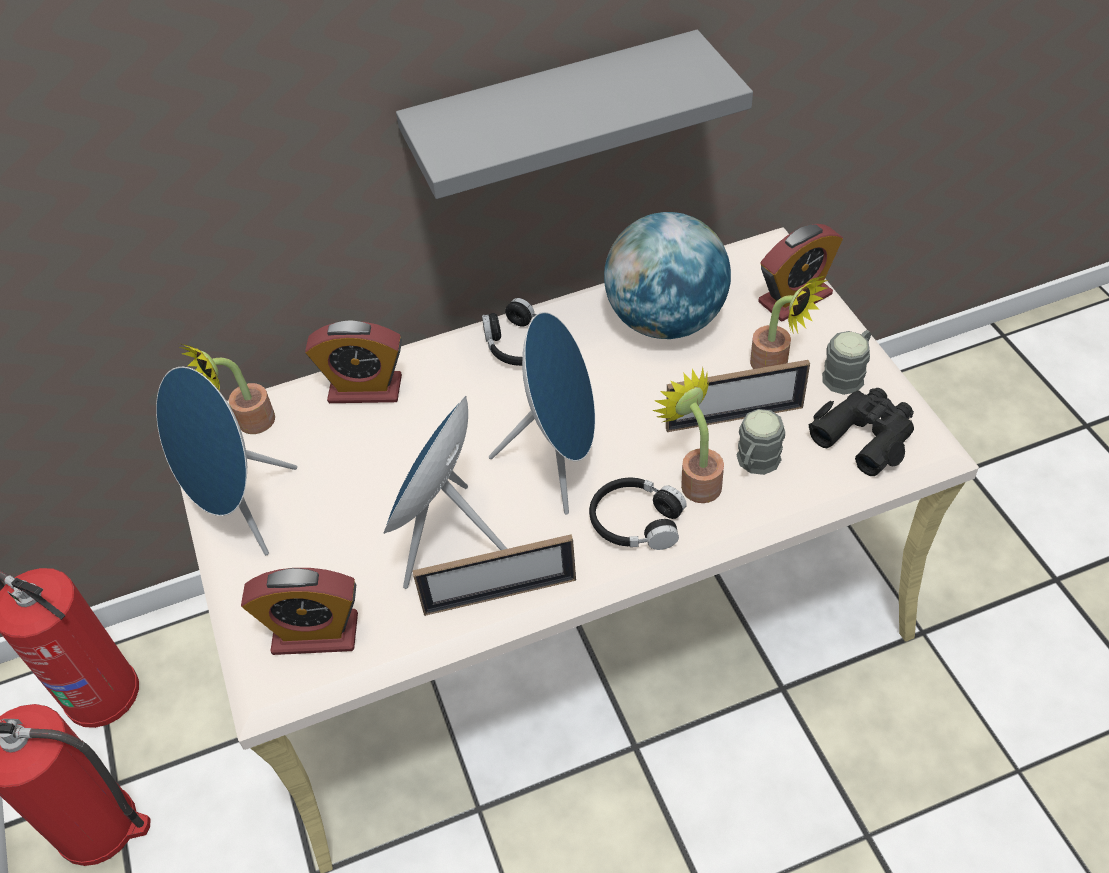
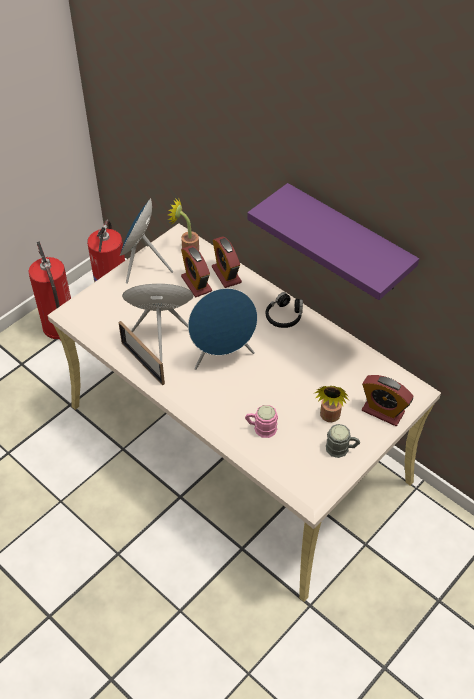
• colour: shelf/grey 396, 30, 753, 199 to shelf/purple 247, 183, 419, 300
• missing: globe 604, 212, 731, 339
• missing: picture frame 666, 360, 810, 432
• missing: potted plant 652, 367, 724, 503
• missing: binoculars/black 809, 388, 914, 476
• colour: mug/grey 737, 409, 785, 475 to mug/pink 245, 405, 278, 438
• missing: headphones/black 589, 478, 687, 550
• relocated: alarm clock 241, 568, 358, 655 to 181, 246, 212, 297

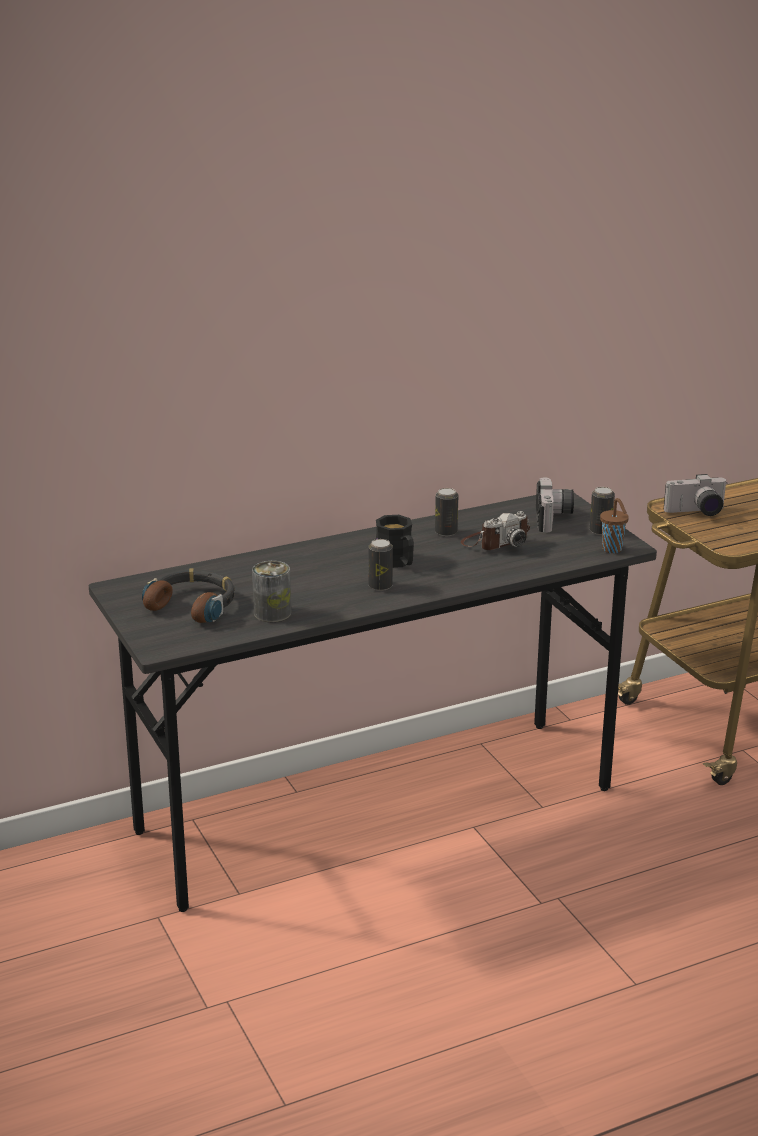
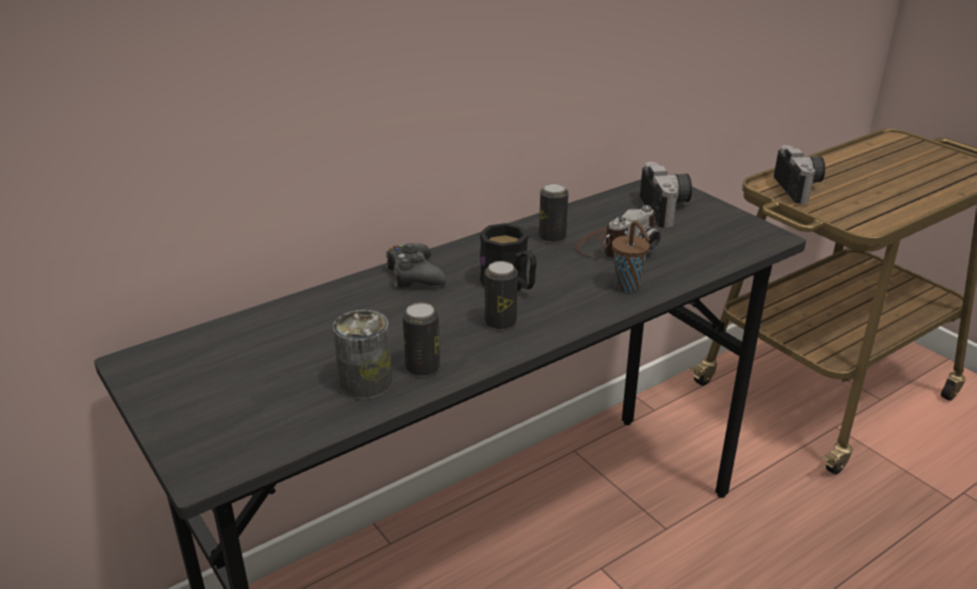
• spun: photo camera 664, 474, 728, 516 = 774, 145, 825, 204 75 degrees counterclockwise
• relocated: can 590, 487, 615, 535 to 403, 303, 440, 376
• relocated: cup/brown 600, 498, 629, 553 to 612, 221, 650, 293
• missing: headphones 142, 569, 235, 623
• appeared: game controller/black 385, 243, 446, 289

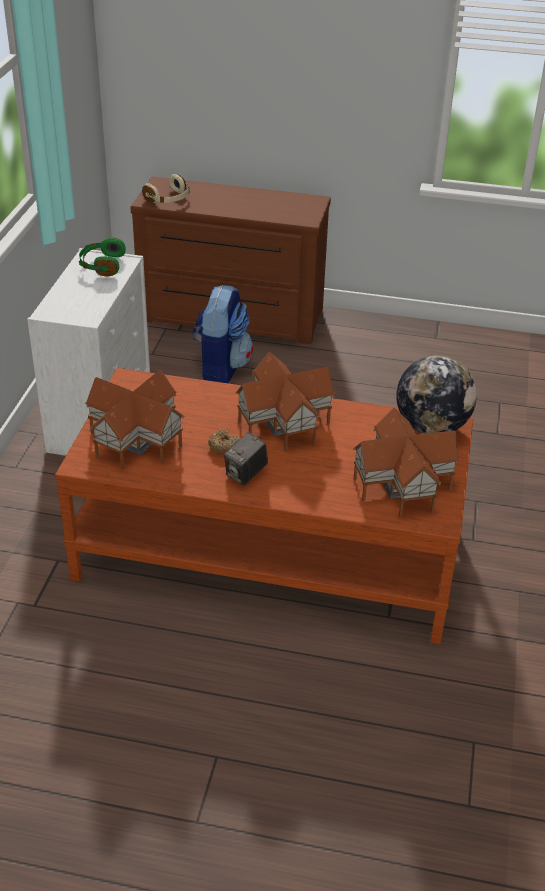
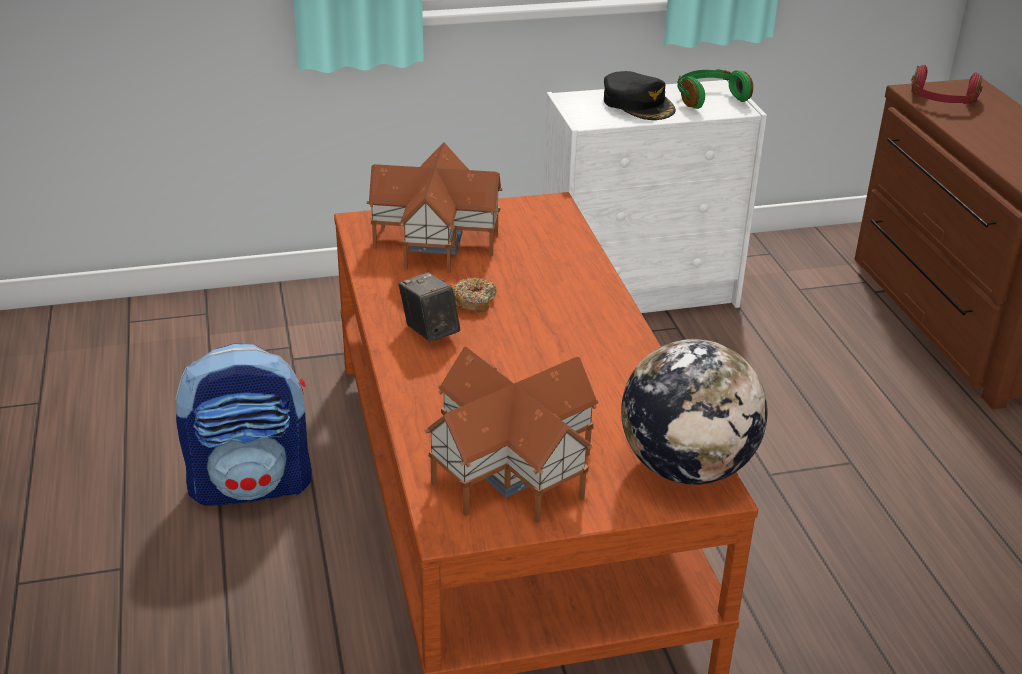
• colour: headphones/beige 142, 174, 190, 203 to headphones/red 911, 65, 983, 104
• relocated: backpack 193, 285, 253, 383 to 175, 344, 311, 506
• missing: toy house 235, 352, 335, 452
• spun: photo camera 224, 432, 268, 486 = 398, 272, 460, 342 45 degrees clockwise
• appeared: cap/black 604, 71, 676, 120

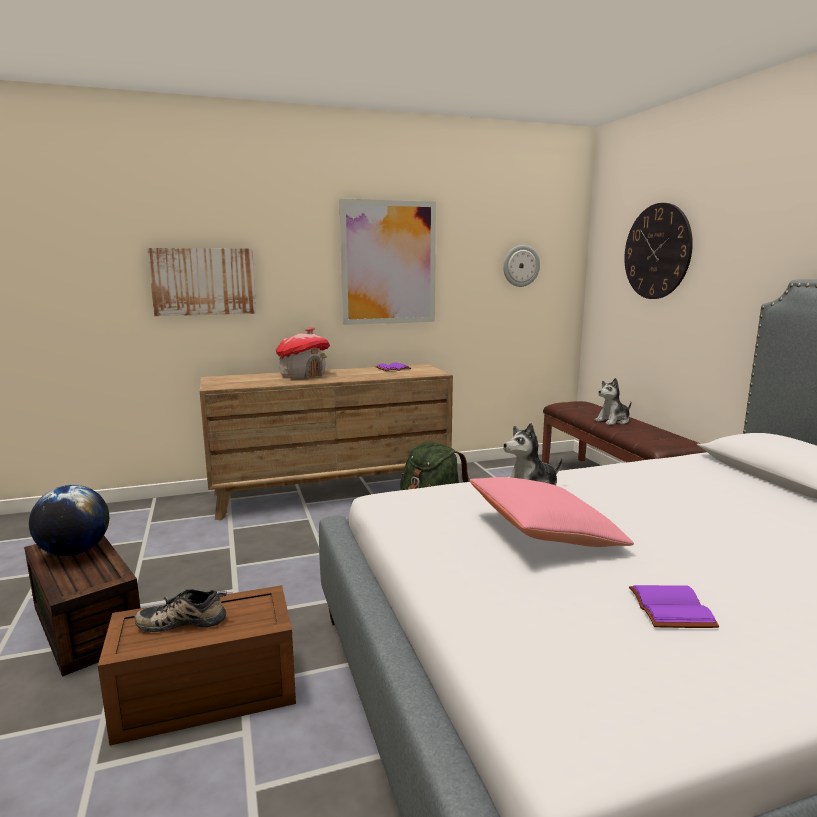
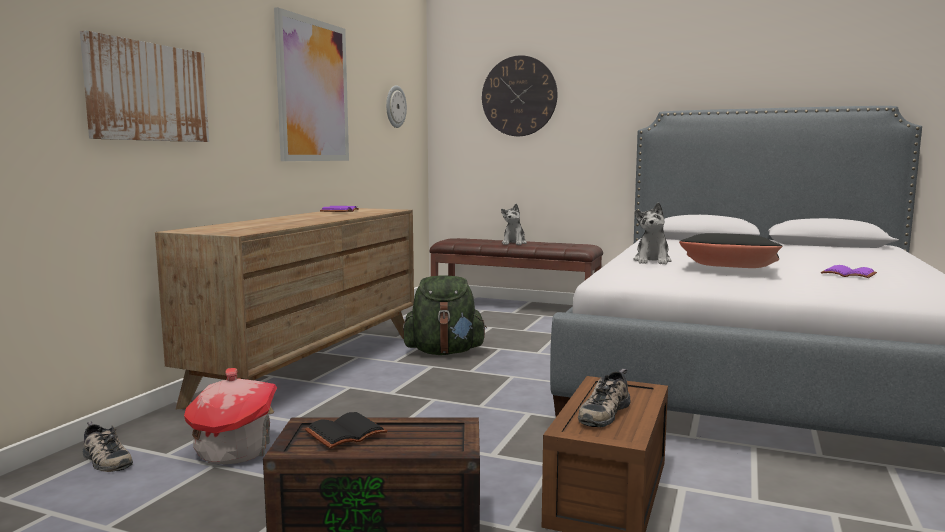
• relocated: toy house 276, 327, 330, 379 to 184, 368, 277, 464
• colour: pillow/pink 470, 477, 634, 547 to pillow/black 679, 233, 782, 268
• exchanged: globe 29, 485, 109, 556 to book/black 305, 412, 388, 449
• appeared: shoe 83, 421, 133, 472

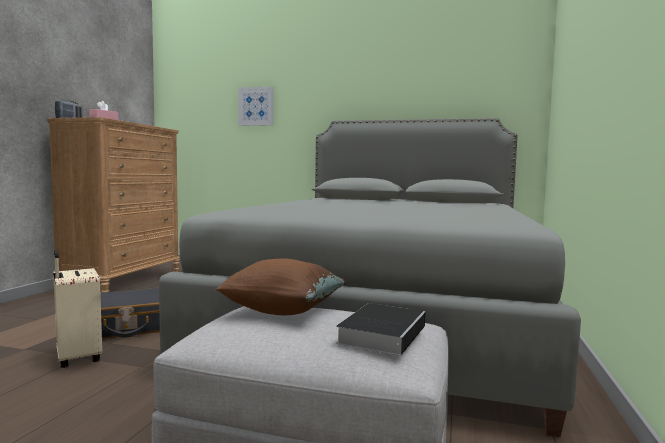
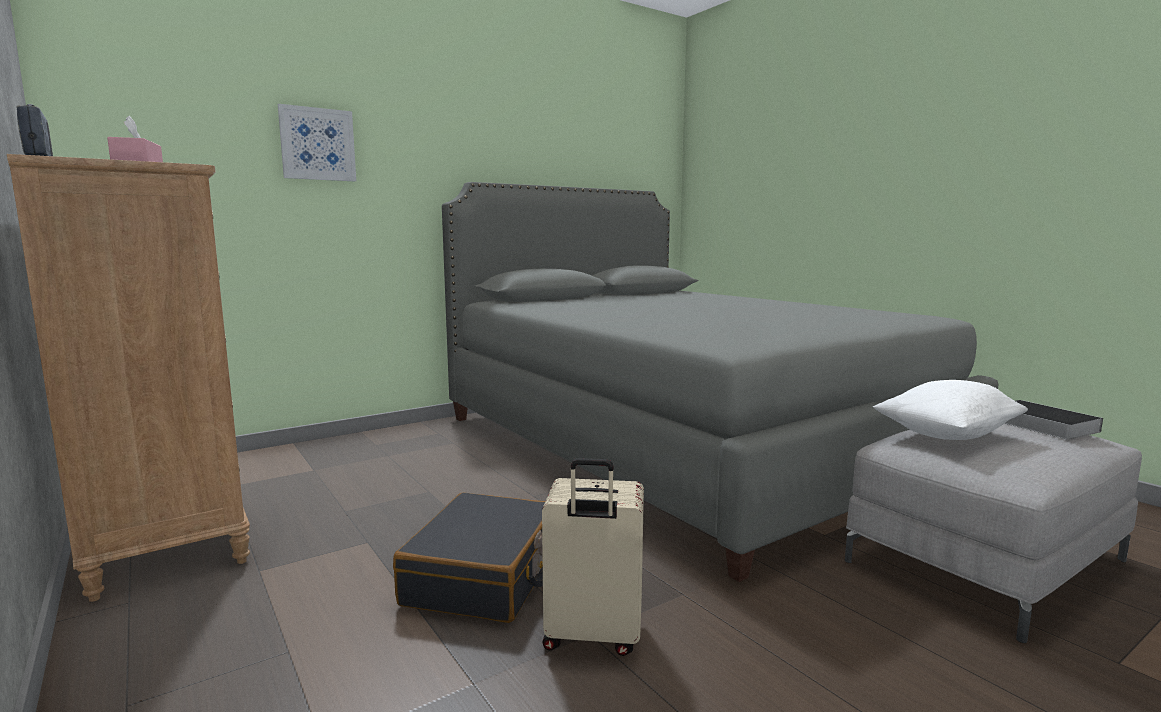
• colour: pillow/brown 215, 259, 346, 315 to pillow/white 873, 380, 1028, 440

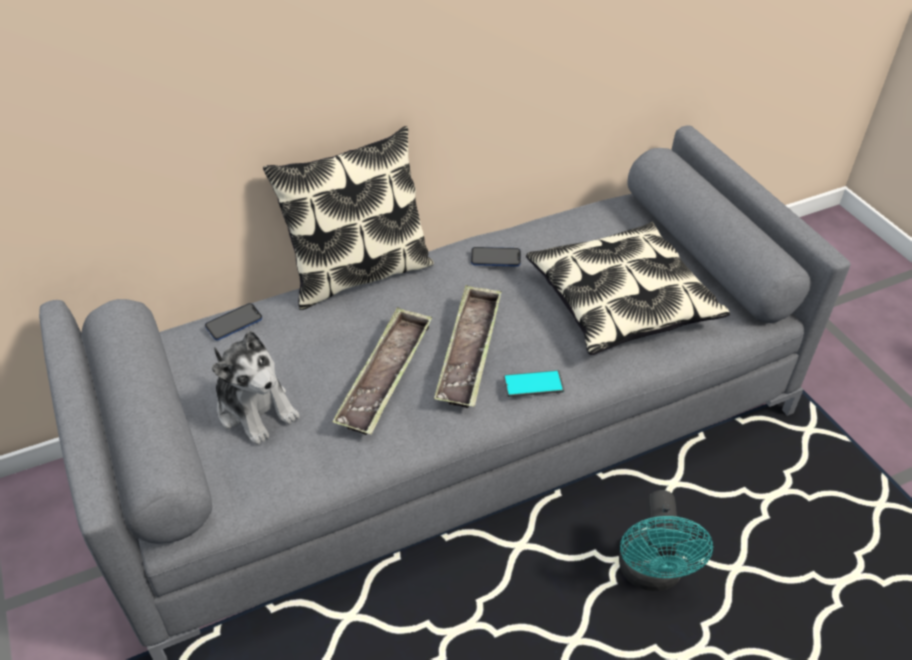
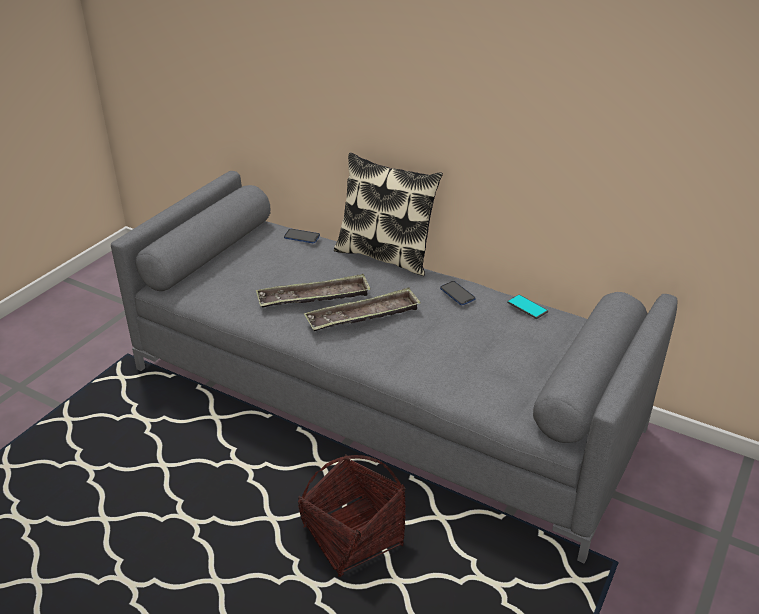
• missing: pillow 526, 222, 730, 355
• missing: plush toy 212, 331, 300, 445
• relocated: phone 504, 370, 564, 397 to 507, 294, 548, 319
• exchanged: fan/turquoise 619, 490, 713, 591 to basket 298, 454, 406, 577

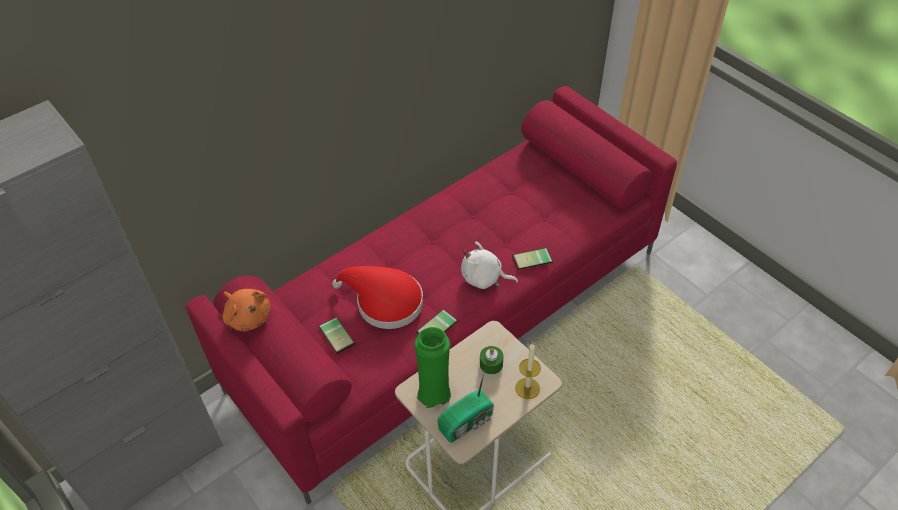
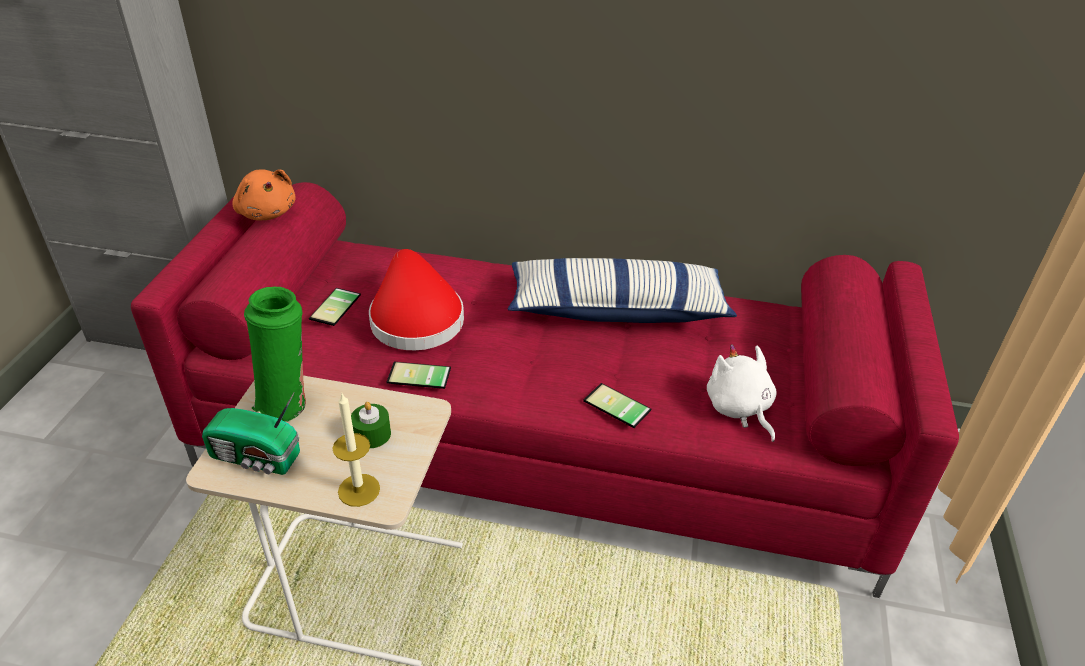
• relocated: plush toy/white 461, 242, 518, 289 to 707, 344, 777, 442
• spun: plush toy/orange 223, 289, 271, 332 = 233, 169, 295, 220 45 degrees counterclockwise
• appeared: pillow 508, 258, 737, 323

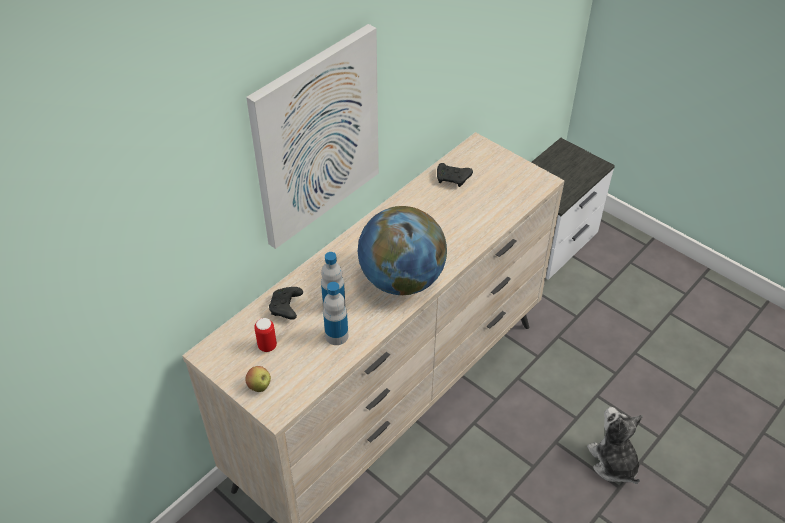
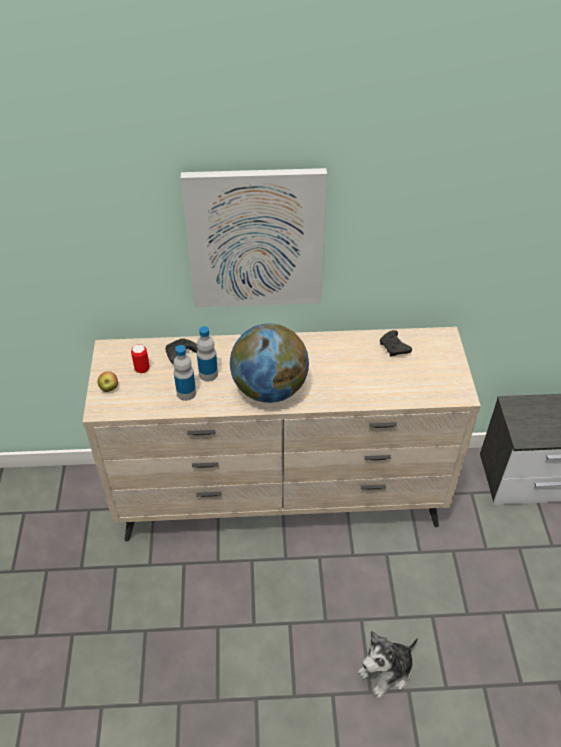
• spun: plush toy 587, 407, 643, 484 = 358, 630, 418, 699 150 degrees counterclockwise

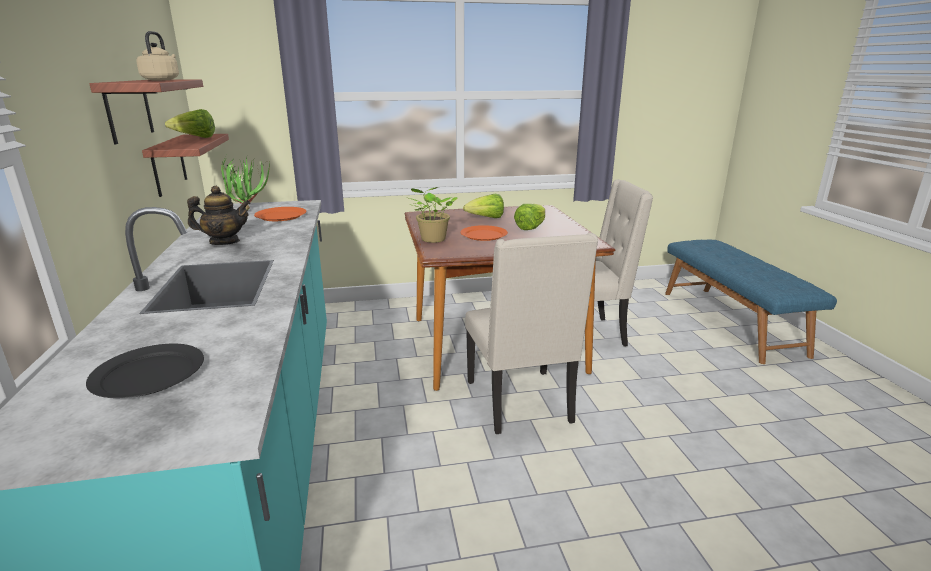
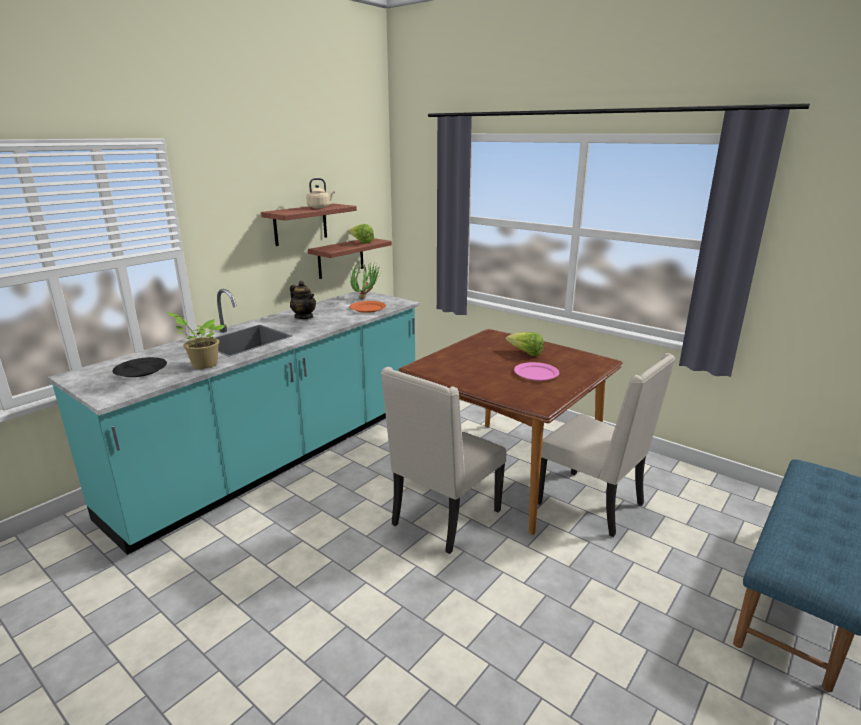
• relocated: potted plant 409, 187, 457, 243 to 166, 312, 225, 369
• exchanged: lettuce 514, 204, 545, 230 to plate/pink 514, 362, 559, 381
• missing: plate/orange 460, 225, 508, 241

